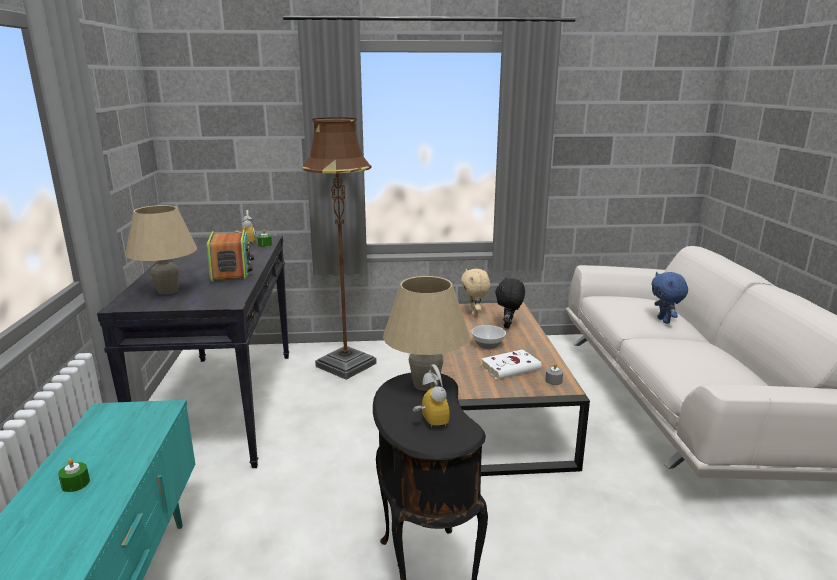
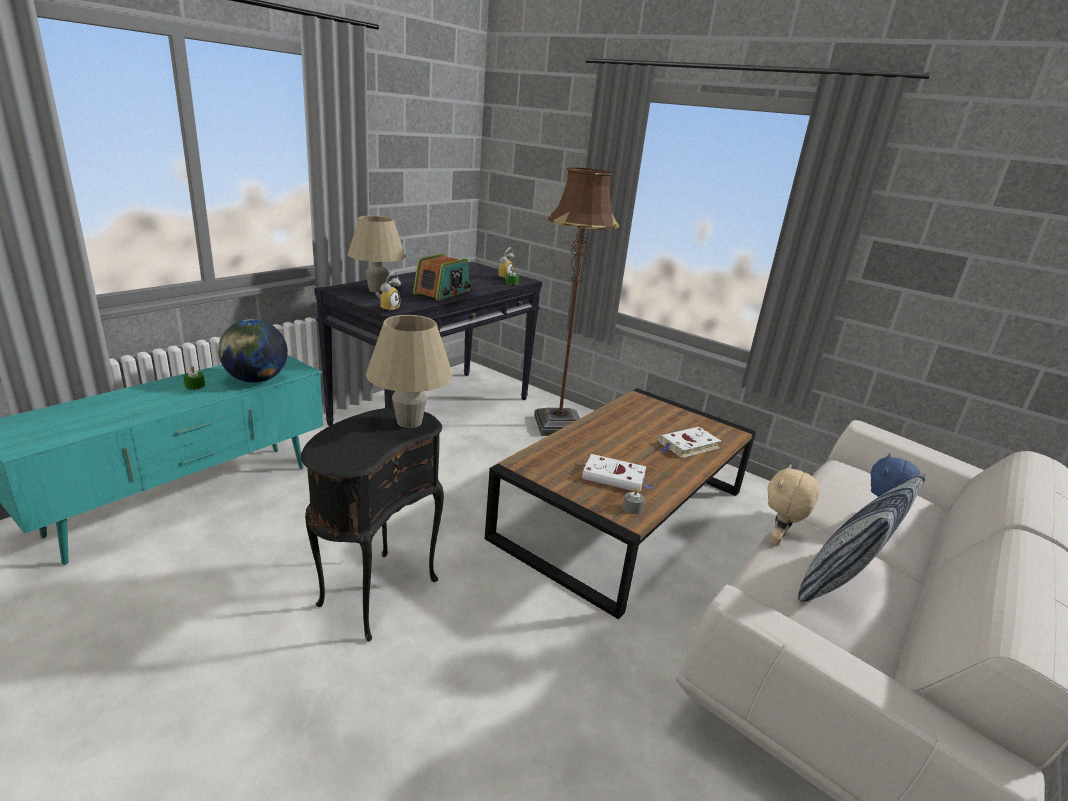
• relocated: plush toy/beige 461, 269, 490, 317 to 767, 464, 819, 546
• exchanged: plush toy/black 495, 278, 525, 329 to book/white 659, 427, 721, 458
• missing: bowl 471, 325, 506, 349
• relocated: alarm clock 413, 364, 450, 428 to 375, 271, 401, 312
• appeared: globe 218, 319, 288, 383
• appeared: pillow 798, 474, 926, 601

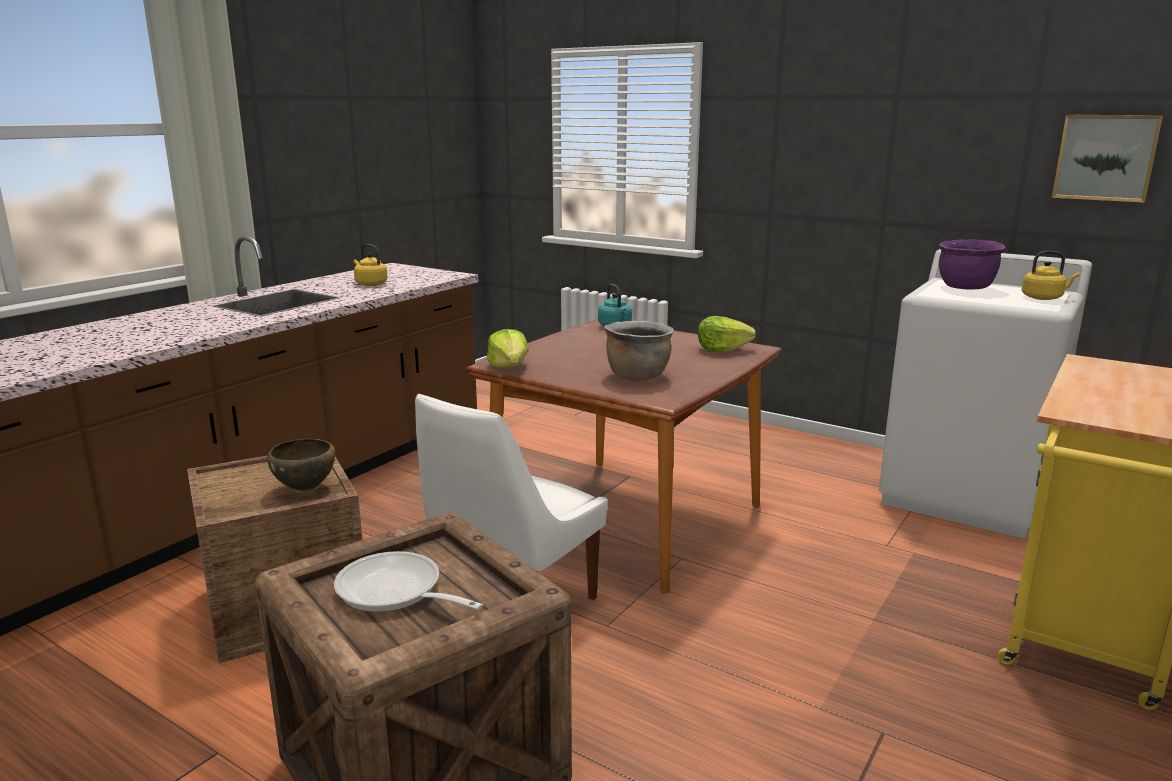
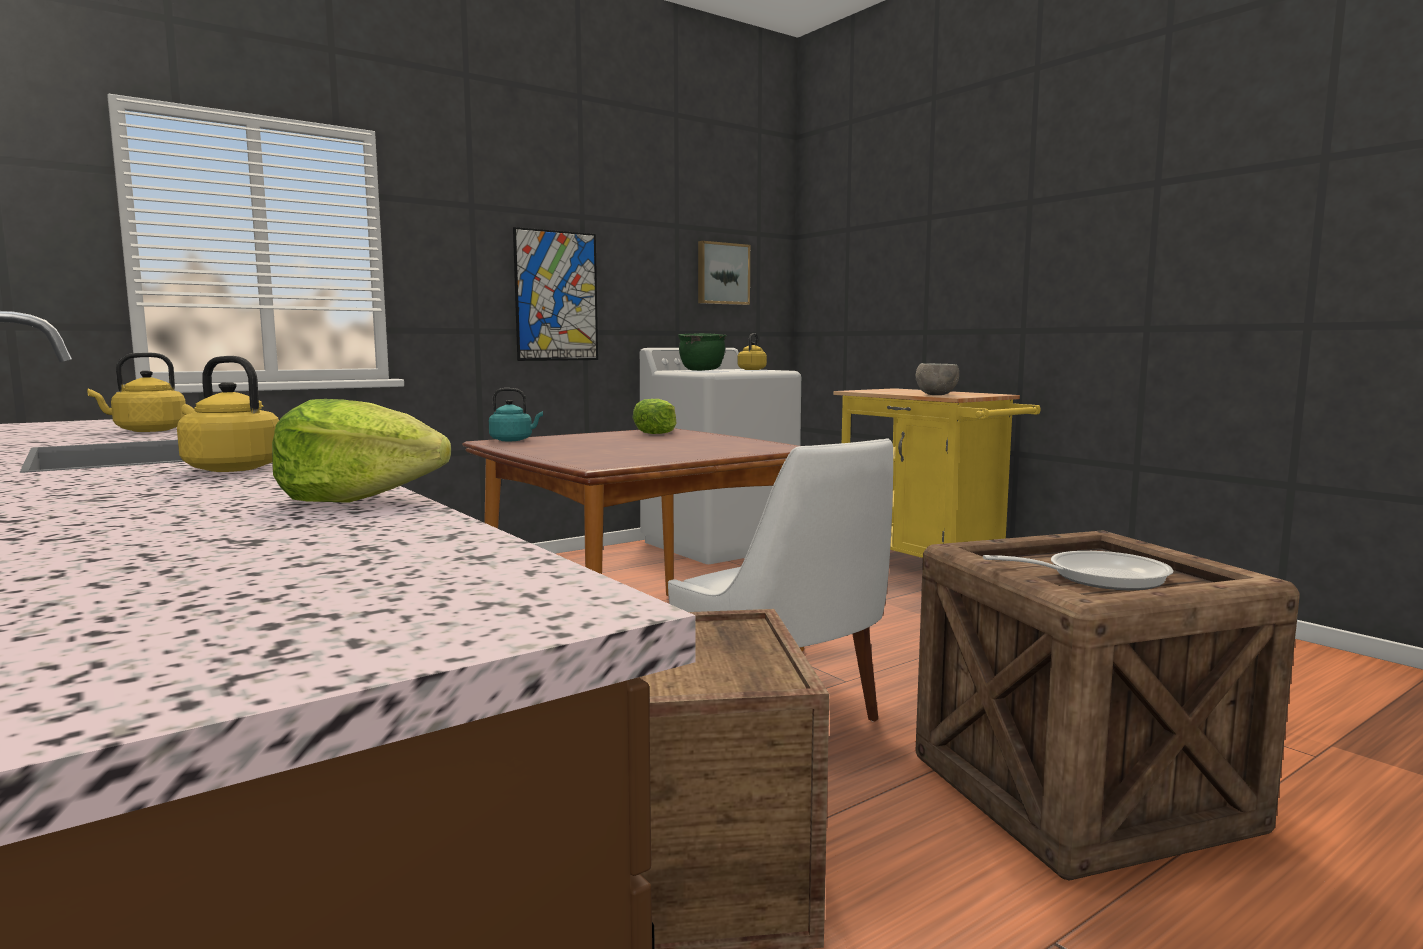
• colour: cooking pot/purple 939, 239, 1006, 290 to cooking pot/green 678, 333, 727, 371
• missing: cooking pot/brown 605, 321, 674, 381
• relocated: lettuce 486, 329, 529, 368 to 272, 399, 451, 503
• missing: bowl/brown 267, 439, 335, 491
• spun: frying pan 334, 551, 483, 612 = 983, 551, 1173, 590 150 degrees counterclockwise
• appeared: picture 513, 227, 598, 361
• appeared: kettle/yellow 177, 356, 279, 472
• appeared: bowl/grey 916, 363, 959, 395

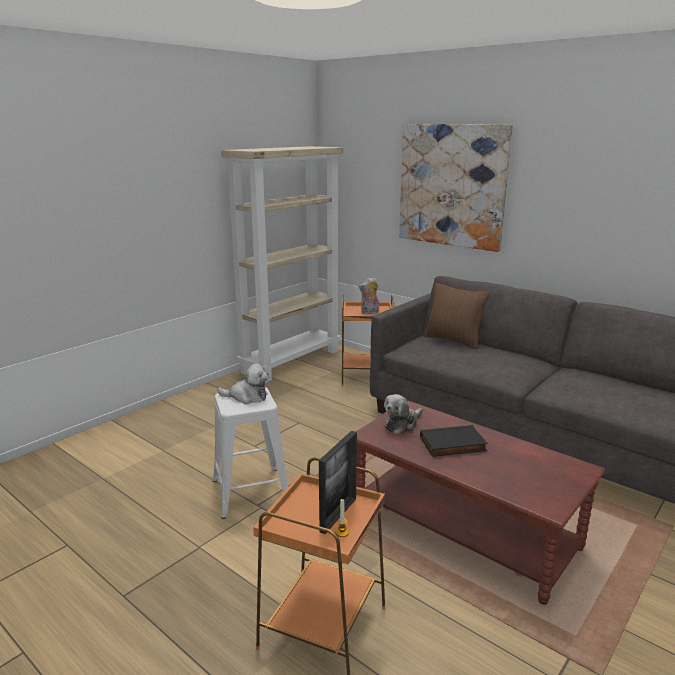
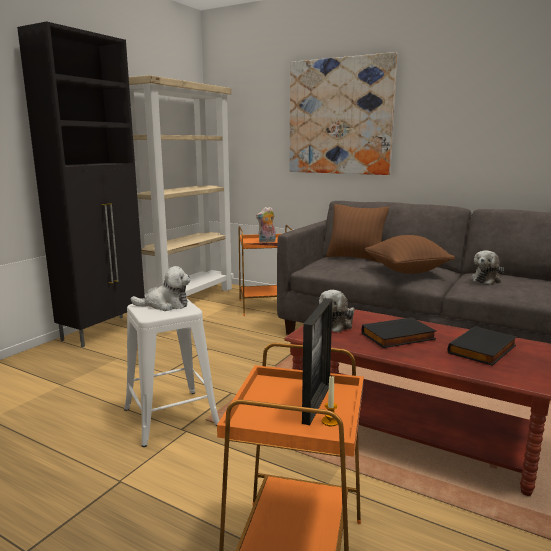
• appeared: cabinet/black 17, 21, 145, 347
• appeared: pillow/brown 365, 235, 455, 274
• appeared: plush toy 471, 250, 504, 285
• appeared: book/black 448, 326, 517, 366

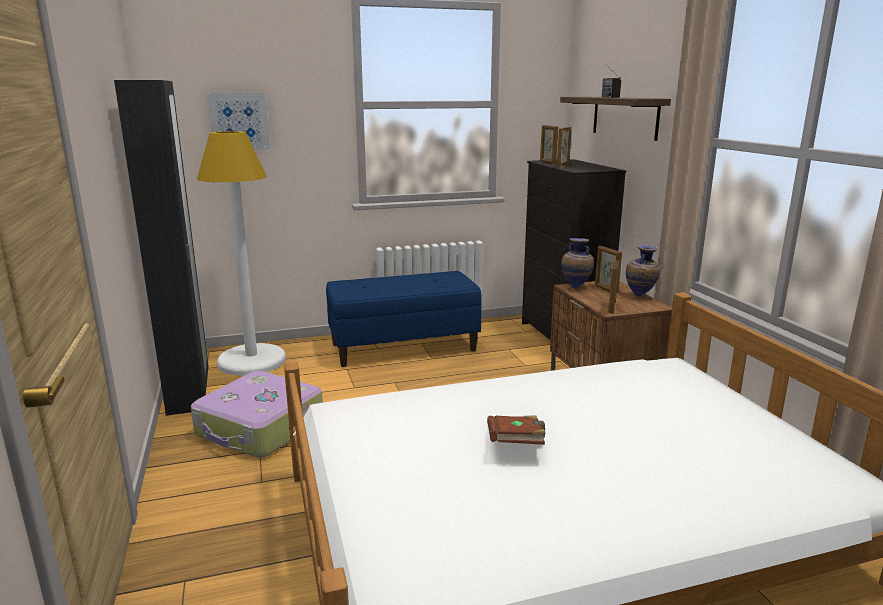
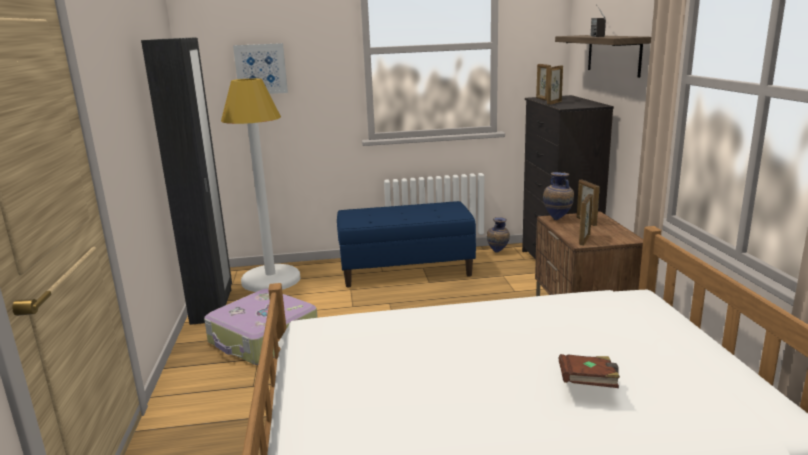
• relocated: vase 626, 245, 660, 296 to 487, 217, 510, 253
• relocated: book/brown 487, 415, 546, 445 to 559, 354, 620, 388

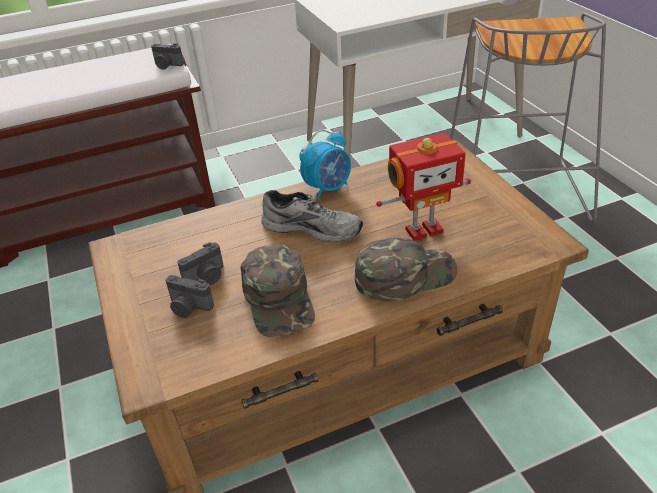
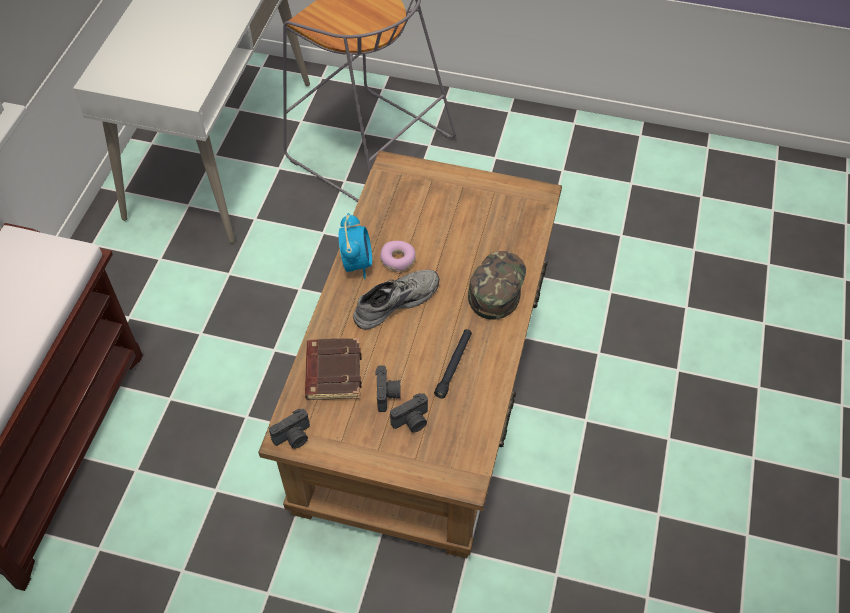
• relocated: photo camera 151, 43, 184, 70 to 269, 409, 310, 449
• missing: toy robot 376, 133, 471, 241
• exchanged: cap/green 240, 244, 315, 337 to flashlight/black 434, 329, 472, 398
• appeared: donut 380, 241, 416, 272
• appeared: book/brown 305, 338, 362, 400

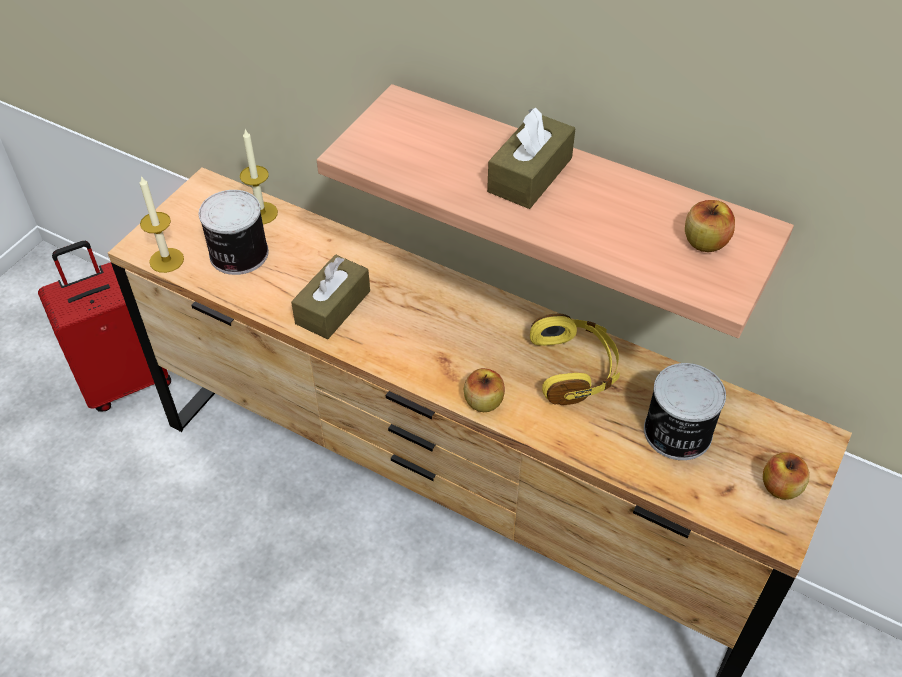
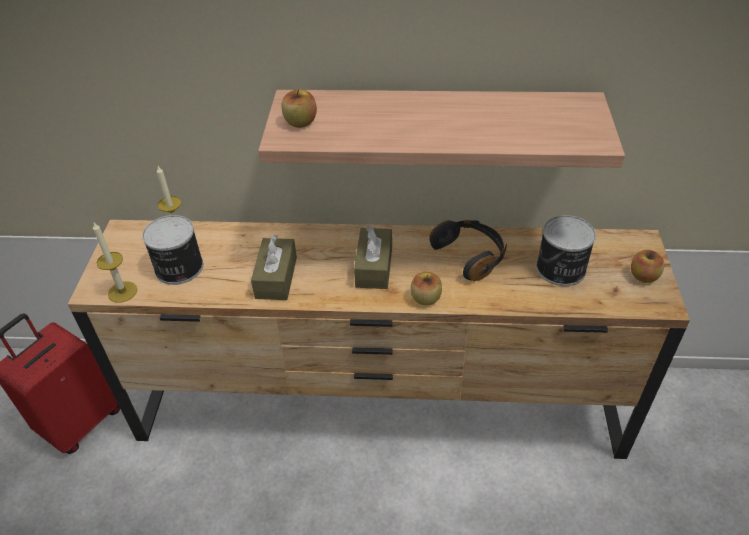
• relocated: tissue box/brown 487, 108, 575, 209 to 354, 226, 392, 289
• relocated: apple 685, 200, 735, 252 to 282, 89, 317, 128
• colour: headphones/yellow 530, 314, 620, 405 to headphones/black 429, 220, 507, 281

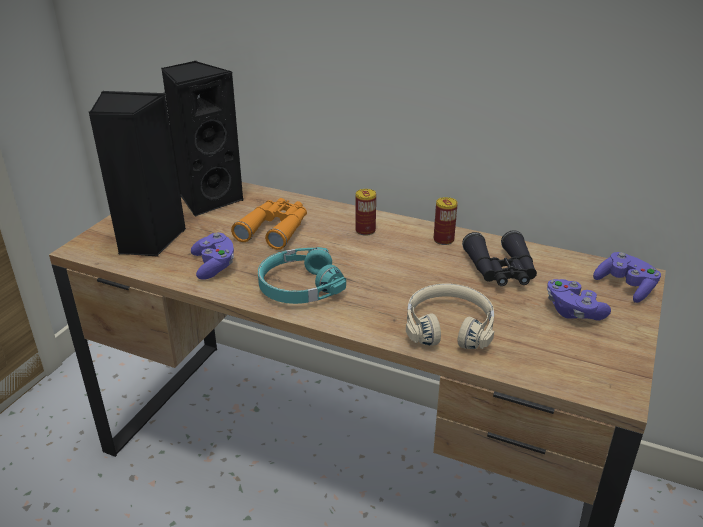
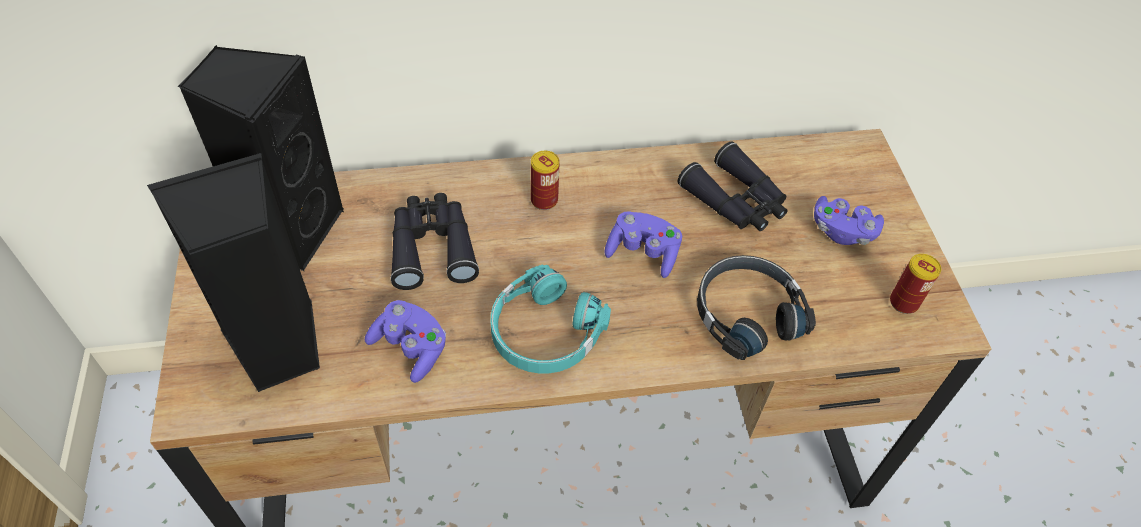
• relocated: can 434, 197, 458, 245 to 890, 254, 941, 314
• colour: binoculars/orange 231, 198, 307, 250 to binoculars/black 390, 193, 479, 290
• relocated: game controller/purple 593, 252, 661, 303 to 604, 211, 682, 278
• colour: headphones/beige 406, 283, 494, 349 to headphones/black 697, 255, 816, 360

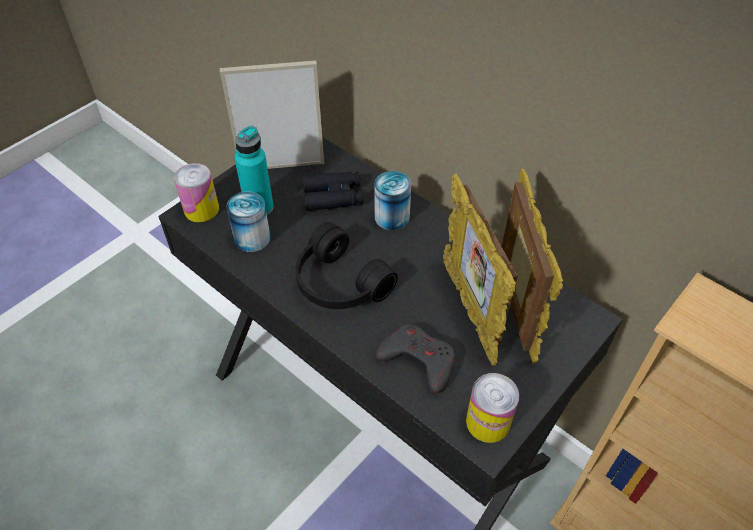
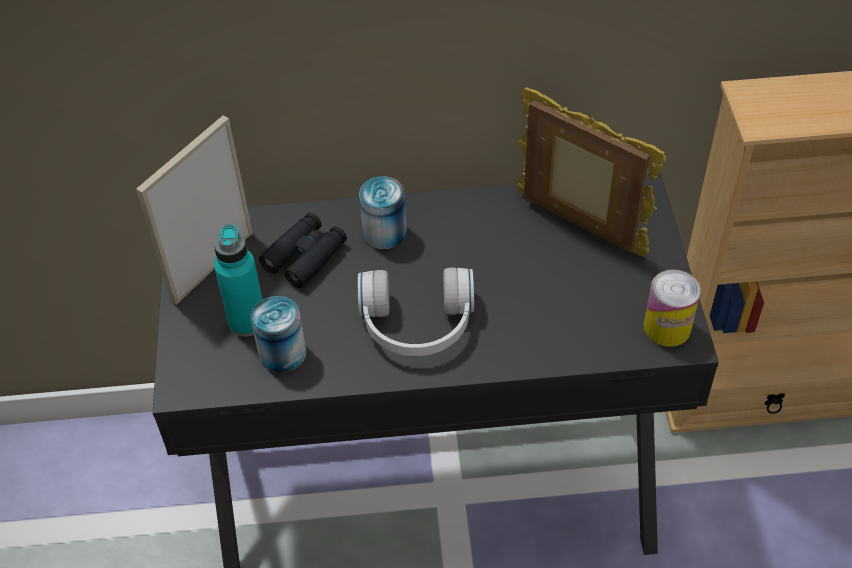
• missing: can 174, 163, 219, 222
• missing: picture frame 443, 174, 518, 365
• colour: headphones/black 295, 222, 398, 309 to headphones/white 358, 268, 474, 356
• missing: game controller/grey 375, 324, 455, 394

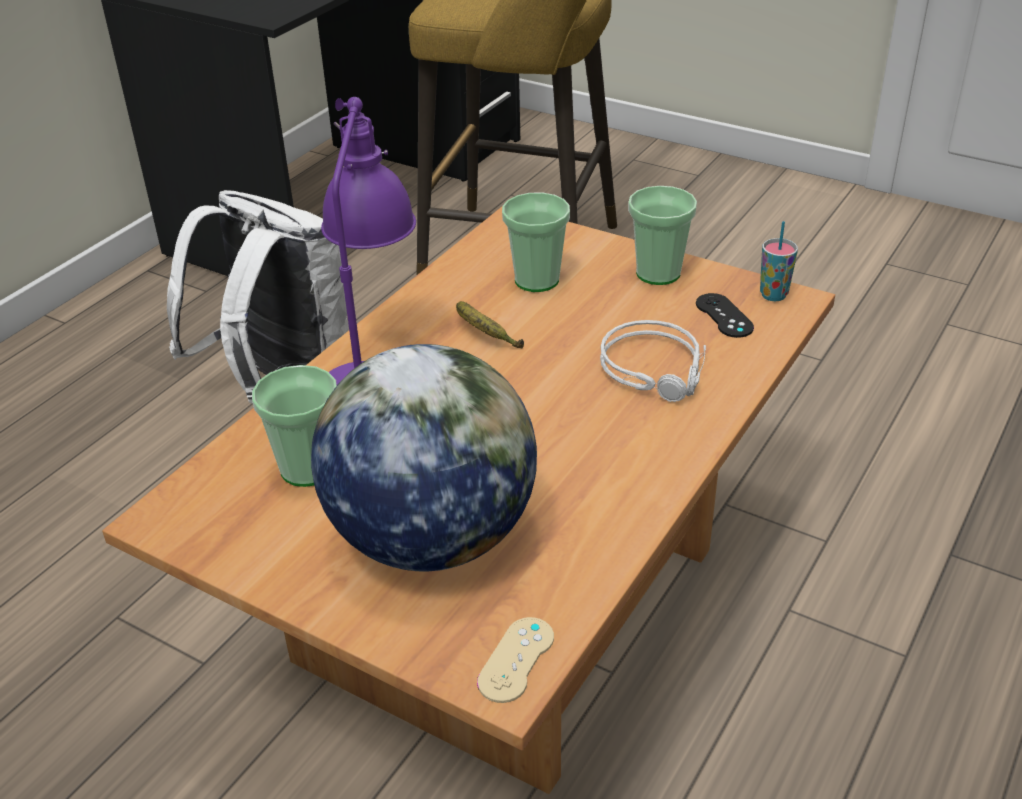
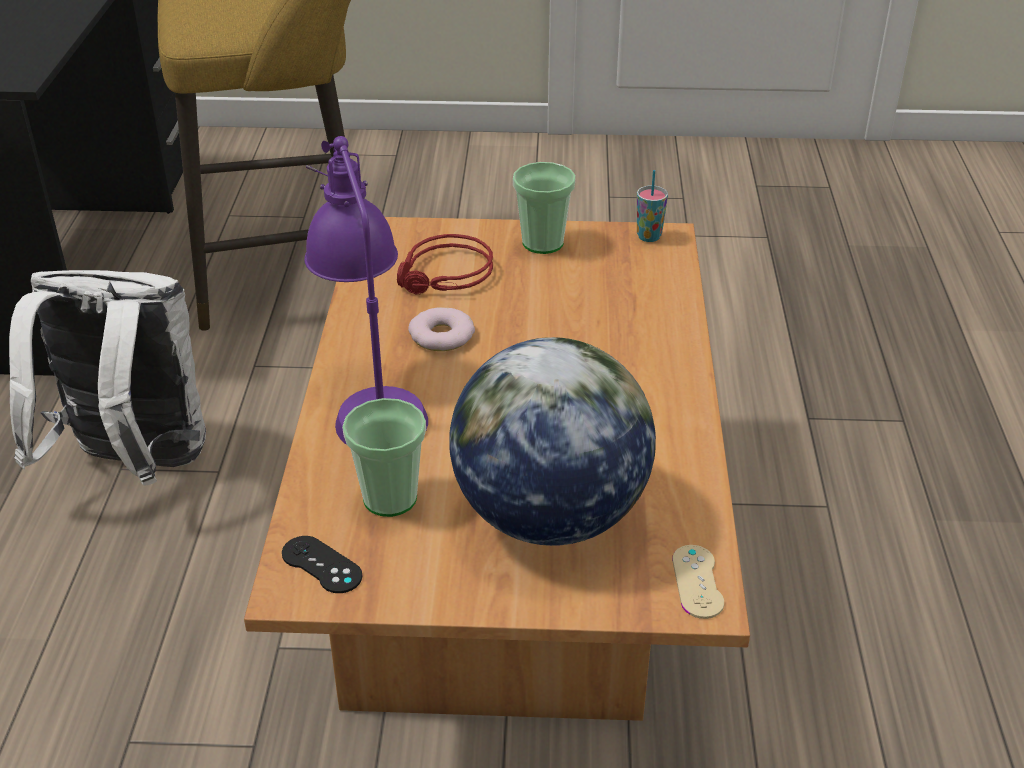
• exchanged: cup 502, 192, 570, 292 to headphones/red 397, 234, 493, 295
• relocated: game controller/black 696, 293, 754, 338 to 282, 536, 362, 593
• exchanged: banana 456, 301, 524, 348 to donut 408, 307, 475, 351
• missing: headphones/grey 600, 320, 706, 402

